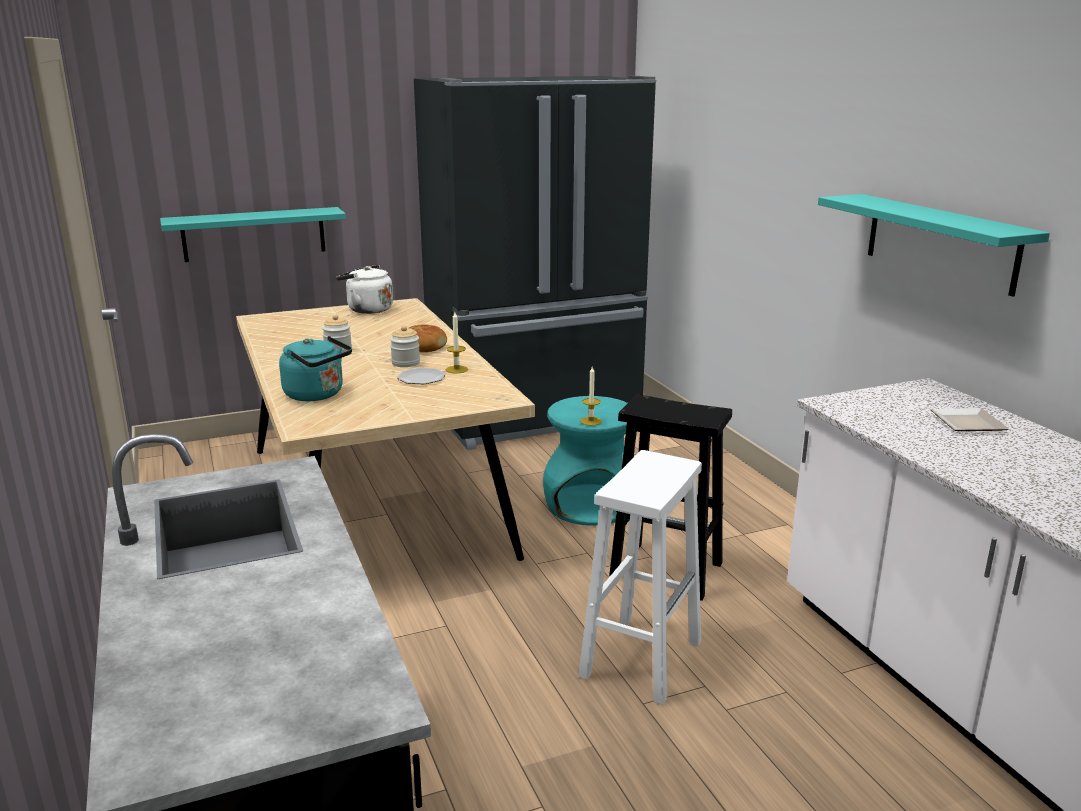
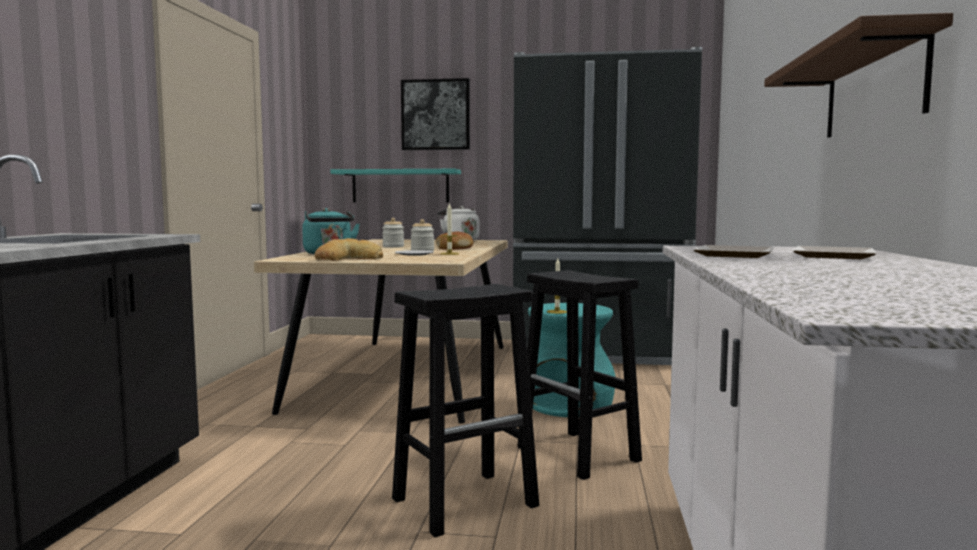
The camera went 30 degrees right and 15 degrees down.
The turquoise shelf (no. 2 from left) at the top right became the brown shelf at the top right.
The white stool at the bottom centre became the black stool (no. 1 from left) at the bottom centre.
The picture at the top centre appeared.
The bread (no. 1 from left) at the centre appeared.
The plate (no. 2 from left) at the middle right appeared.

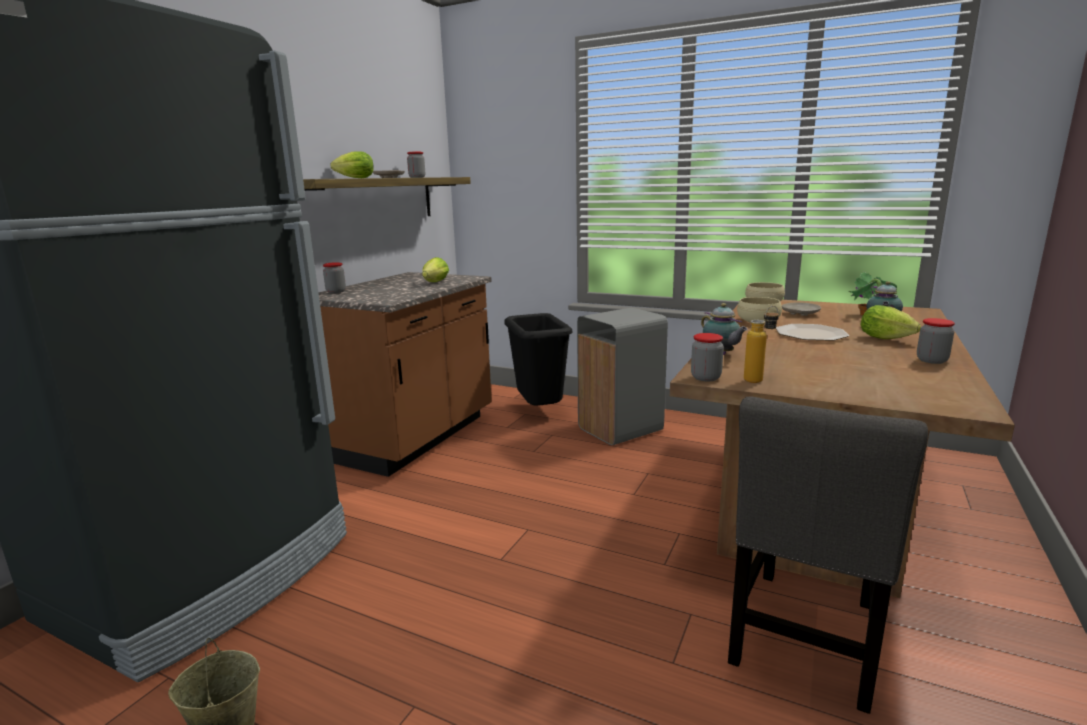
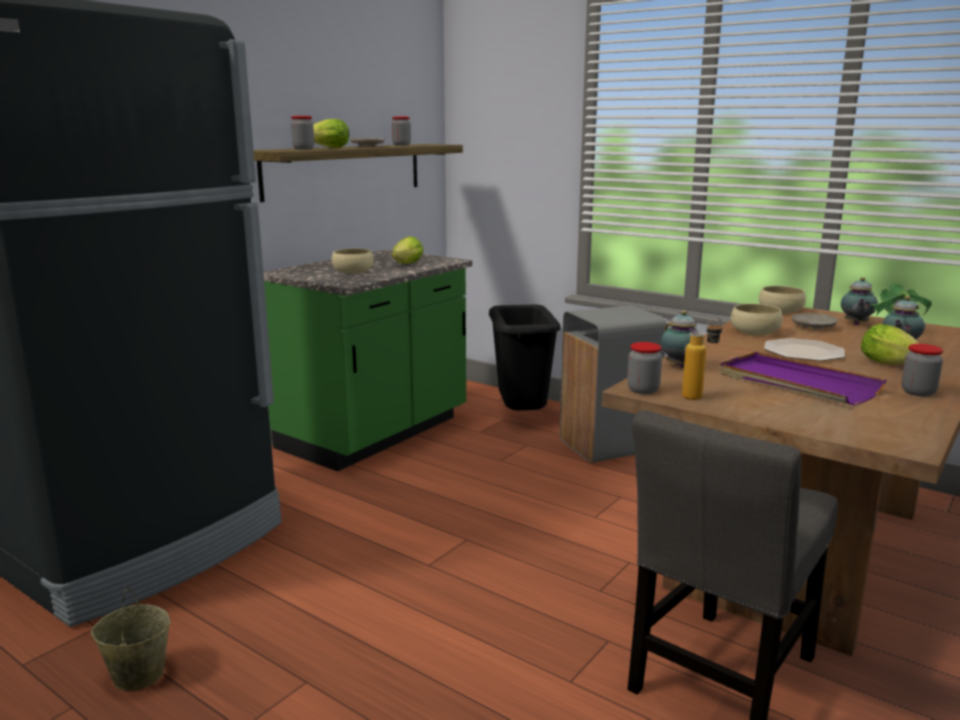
The camera went 10 degrees right and 0 degrees up.
The jar (no. 1 from left) moved from the middle left to the top left.
The brown counter at the centre became the green counter at the centre.
The beige bowl (no. 1 from left) at the centre appeared.
The teapot (no. 2 from left) at the middle right appeared.
The purple tray at the middle right appeared.

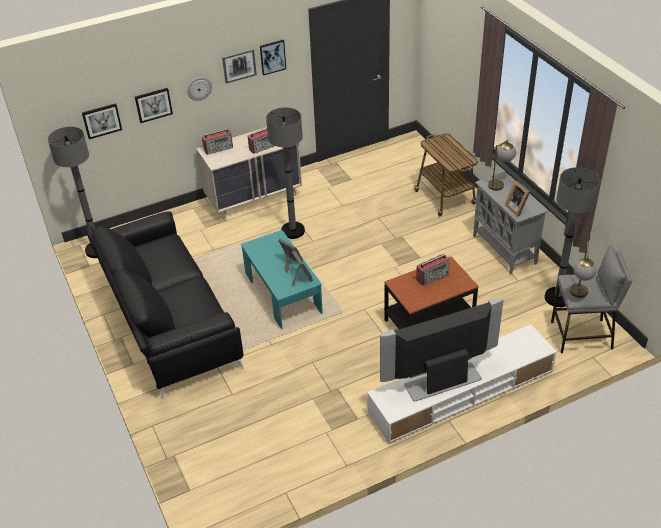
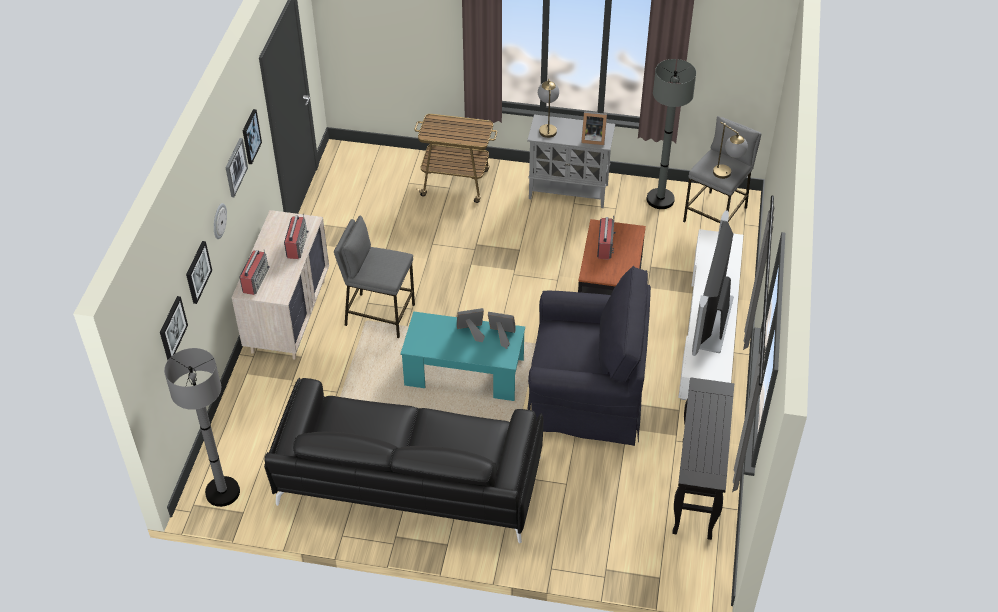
The camera went 55 degrees left and 5 degrees up.
The grey floor lamp (no. 2 from left) at the top centre was replaced by the grey stool (no. 1 from left) at the centre.
The black armchair at the centre appeared.
The black console table at the bottom right appeared.

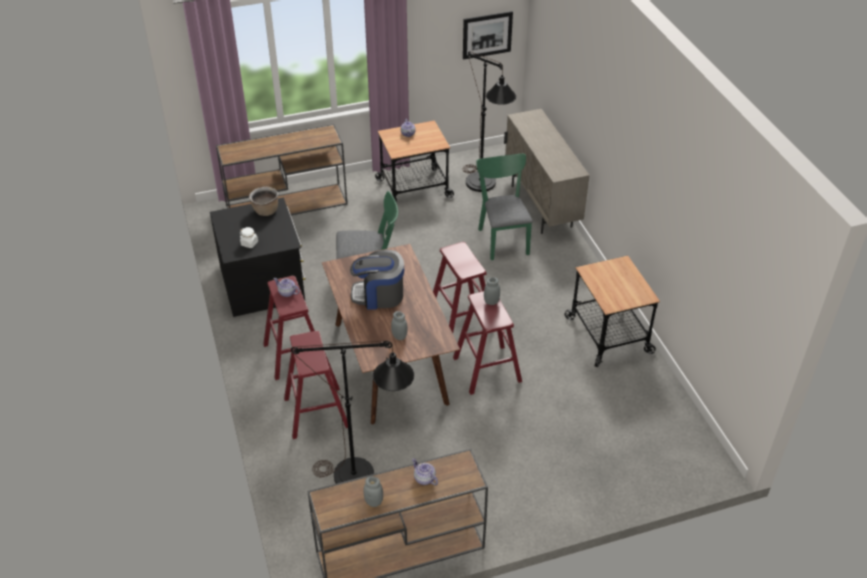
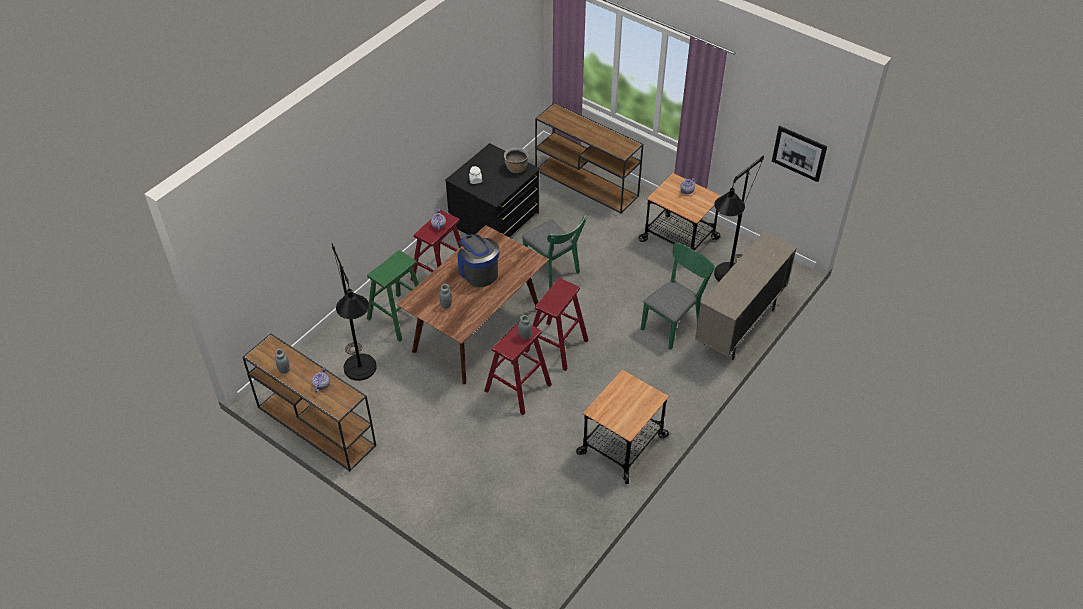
The camera went 55 degrees right and 5 degrees up.
The red stool (no. 2 from left) at the centre became the green stool at the centre.

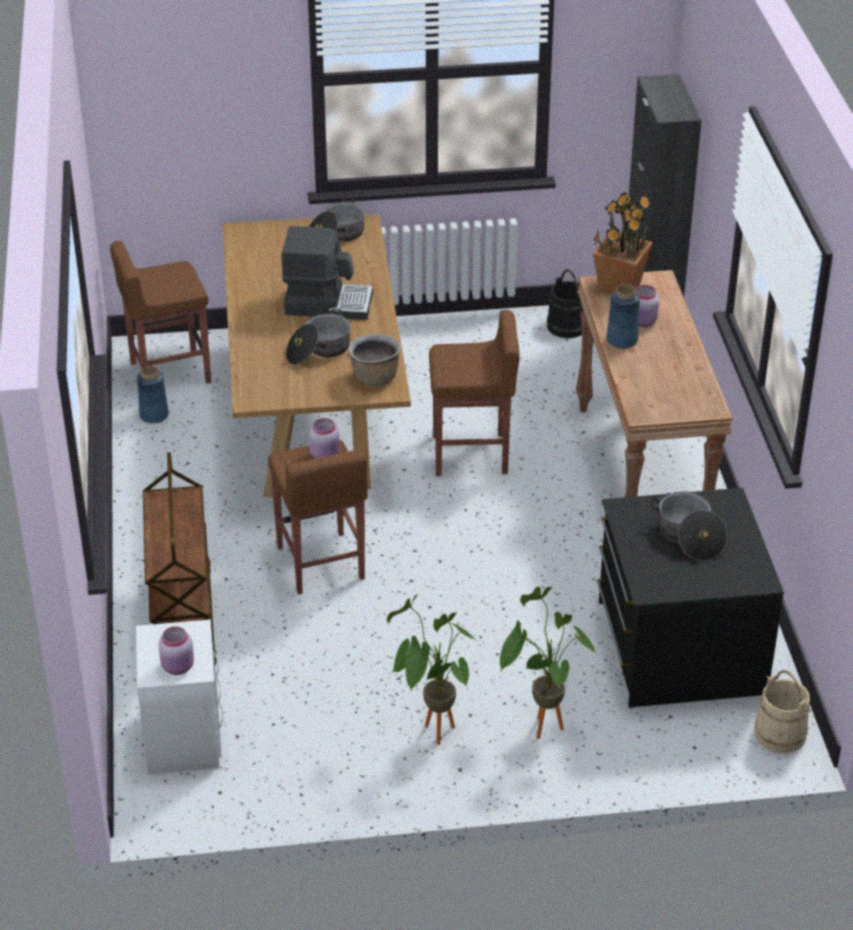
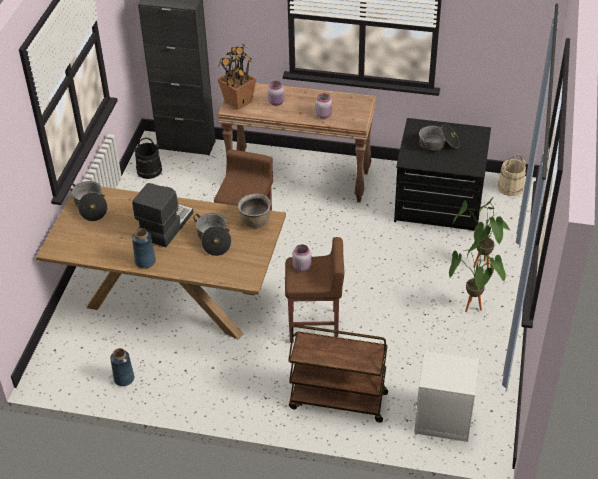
The camera went 70 degrees left and 5 degrees up.
The brown stool (no. 1 from left) at the middle left disappeared.
The blue vase (no. 2 from left) moved from the middle right to the middle left.
The pink jar (no. 1 from left in the first image) moved from the bottom left to the top centre.

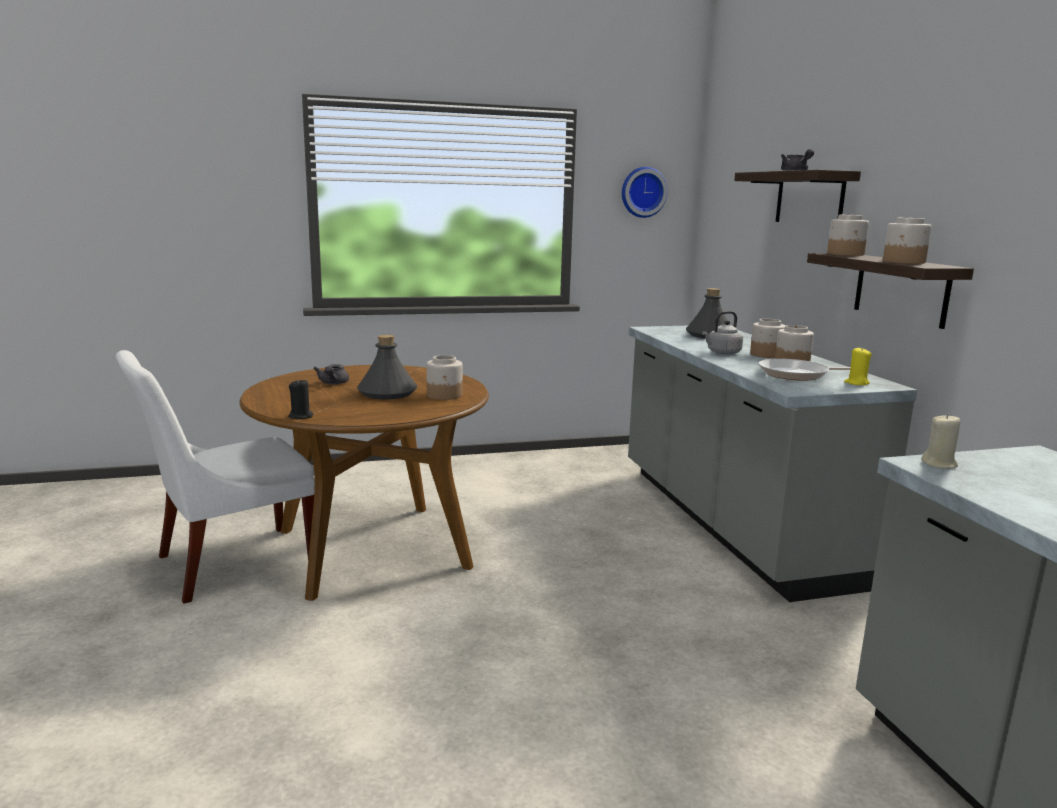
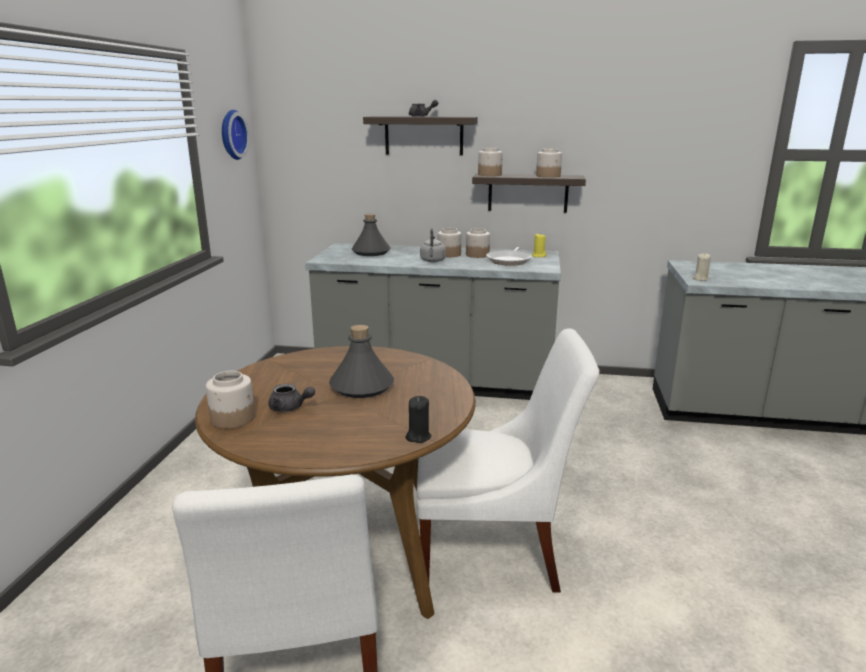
The camera went 65 degrees left and 5 degrees up.
The jar (no. 1 from left) moved from the centre to the middle left.
The white chair (no. 2 from left) at the bottom centre appeared.

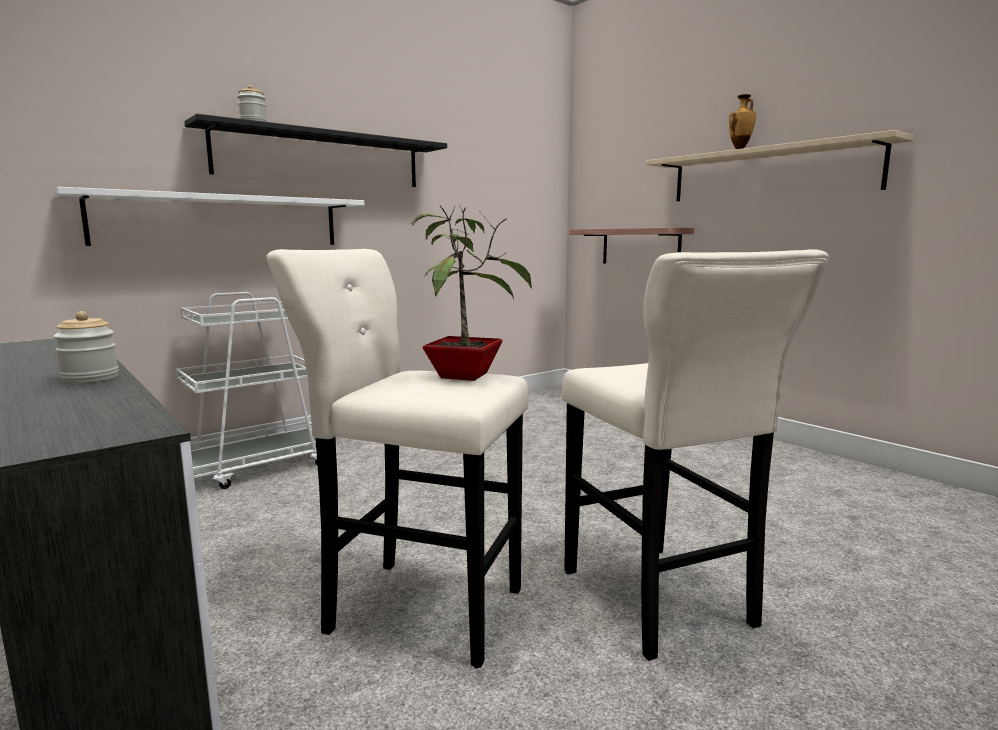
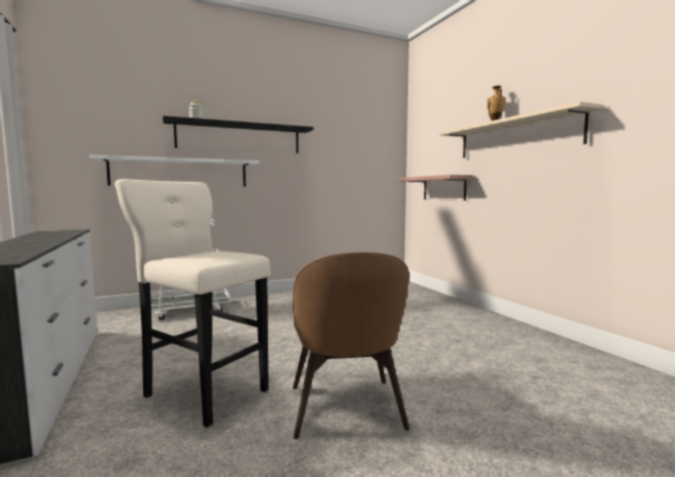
The camera went 15 degrees right and 5 degrees down.
The potted plant at the centre disappeared.
The beige stool (no. 2 from left) at the middle right was replaced by the brown chair at the bottom centre.
The jar (no. 1 from left) at the middle left disappeared.

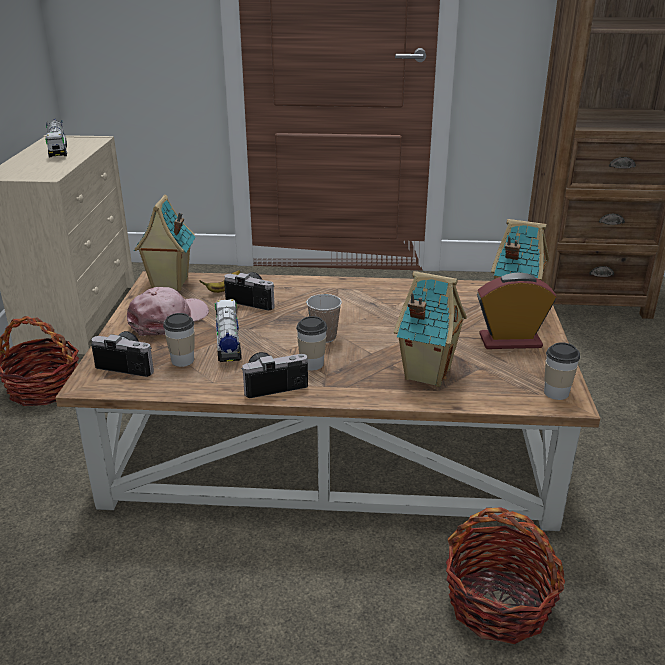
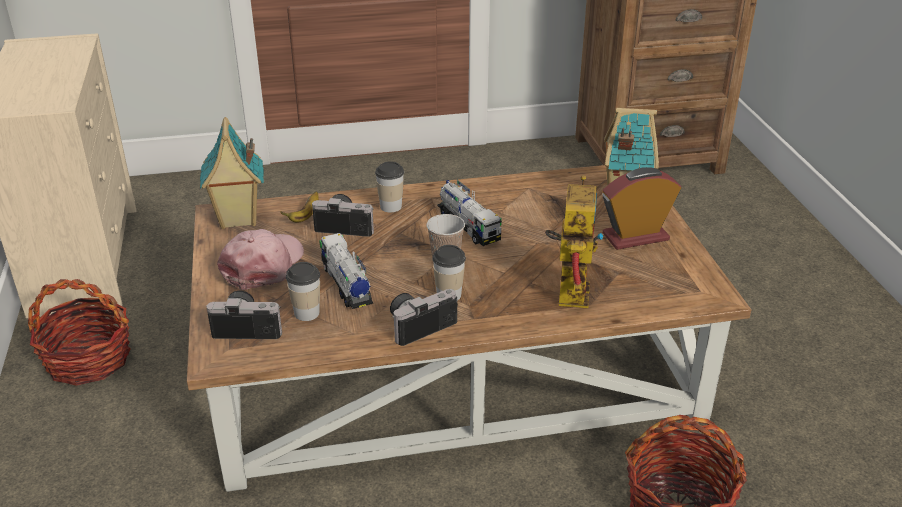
The camera went 15 degrees left and 5 degrees up.
The toy truck (no. 1 from left in the first image) moved from the top left to the centre.
The toy house (no. 2 from left) at the centre was replaced by the toy robot at the centre.
The cup (no. 4 from left in the first image) moved from the middle right to the centre.

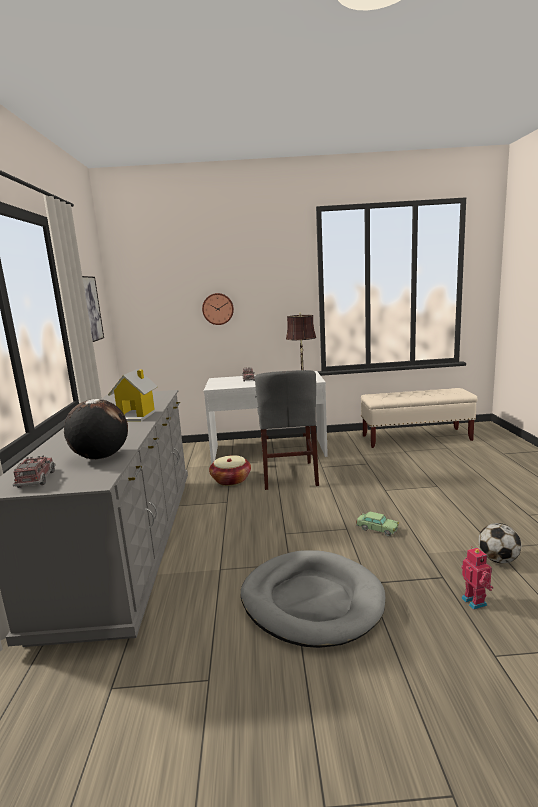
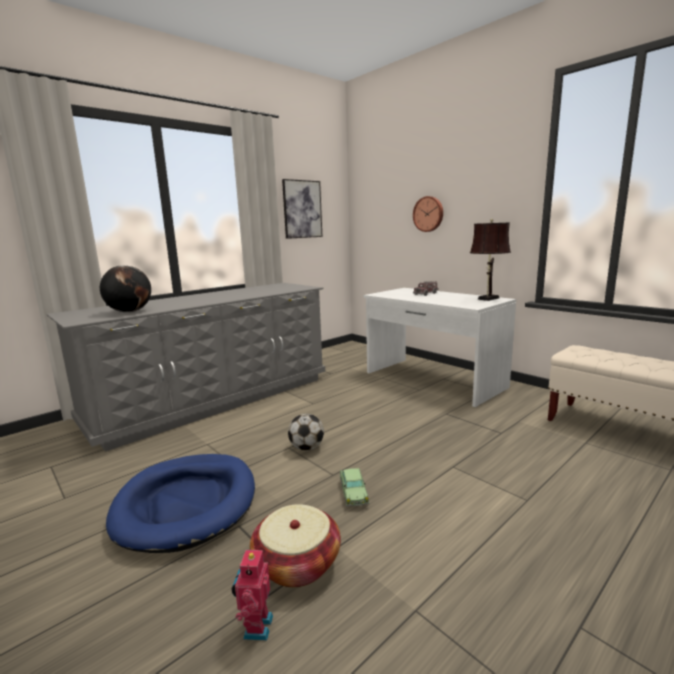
The camera went 50 degrees right and 0 degrees up.
The toy house at the middle left disappeared.
The grey chair at the centre disappeared.
The toy truck (no. 1 from left) at the middle left disappeared.
The basket moved from the centre to the bottom centre.
The football moved from the bottom right to the centre.
The toy robot at the bottom right turned 150 degrees clockwise.
The grey dog bed at the bottom centre became the blue dog bed at the bottom left.

